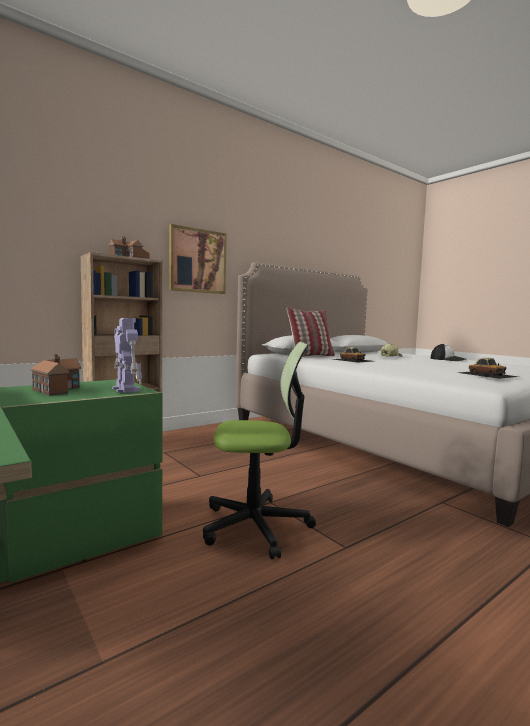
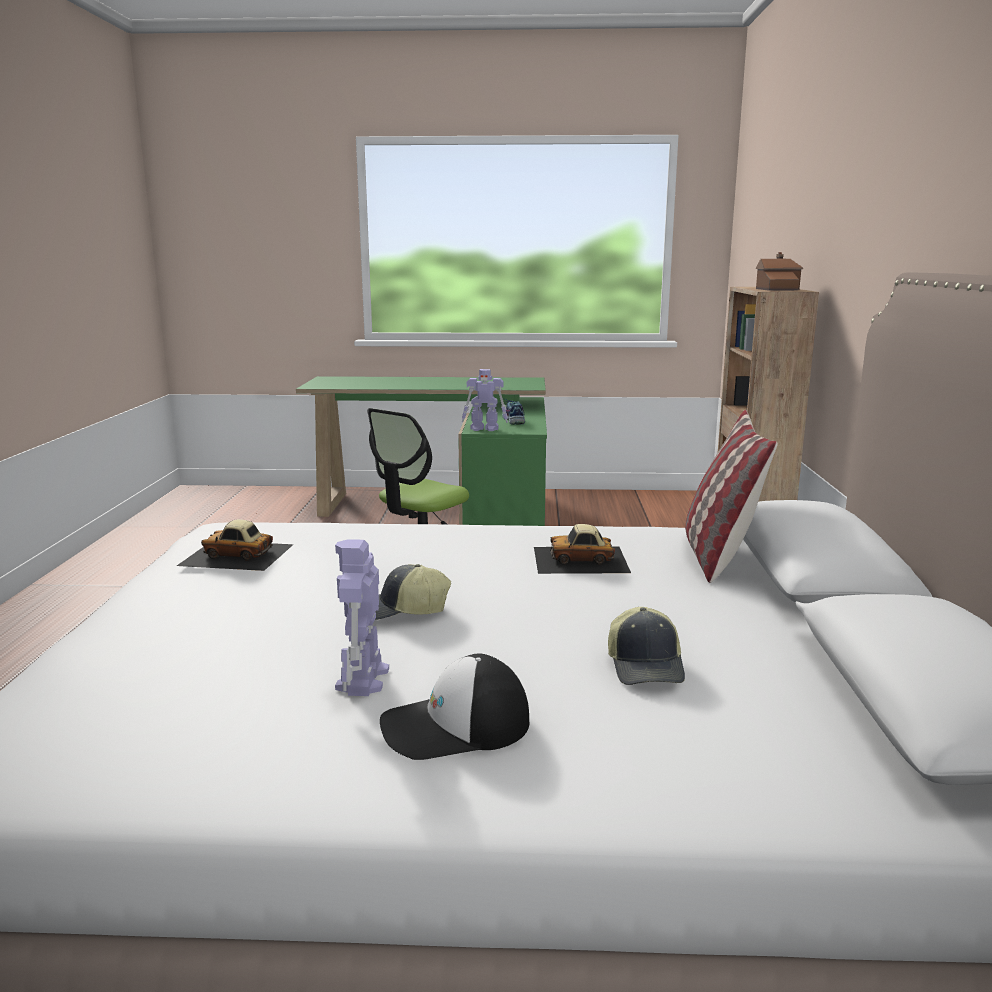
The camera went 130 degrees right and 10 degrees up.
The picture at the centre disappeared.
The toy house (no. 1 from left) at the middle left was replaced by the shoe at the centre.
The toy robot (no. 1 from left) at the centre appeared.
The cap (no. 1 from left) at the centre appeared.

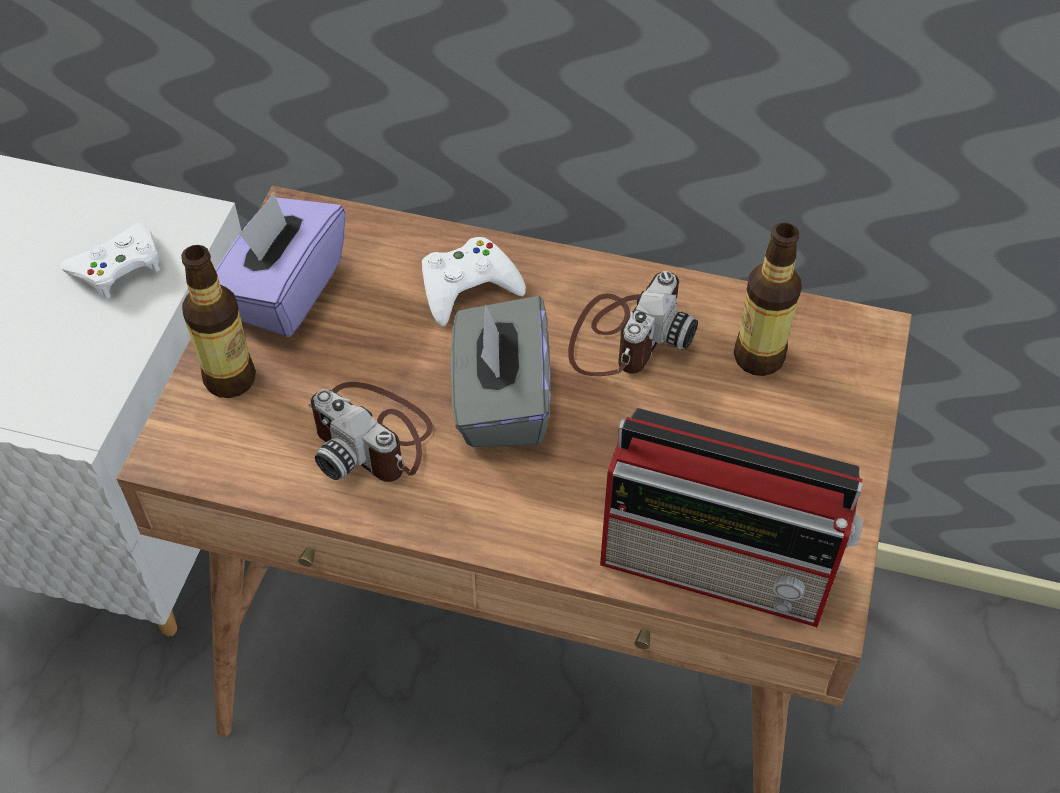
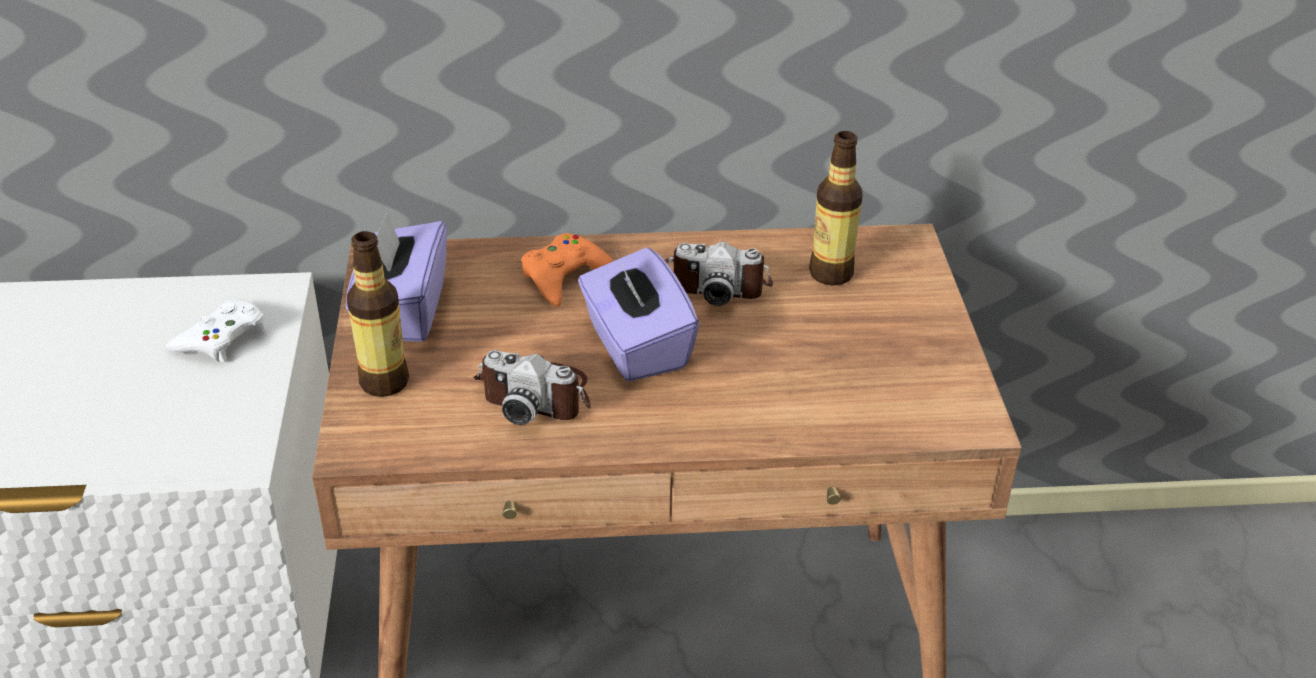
The camera went 20 degrees left and 15 degrees down.
The white game controller (no. 2 from left) at the centre became the orange game controller at the centre.
The photo camera (no. 2 from left) at the centre turned 90 degrees clockwise.
The grey tissue box at the centre became the purple tissue box (no. 2 from left) at the centre.
The radio at the middle right disappeared.

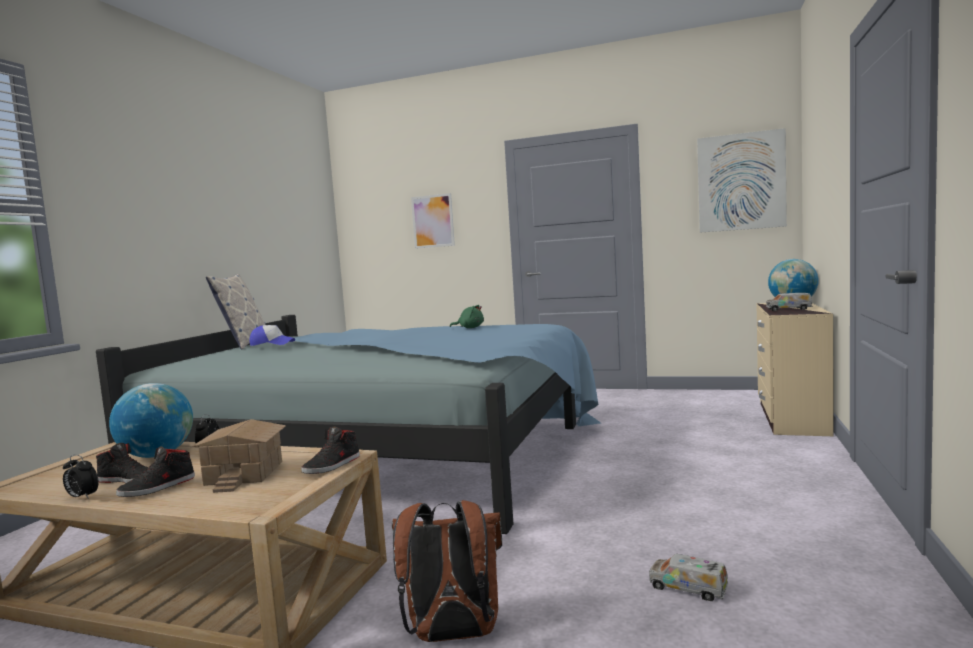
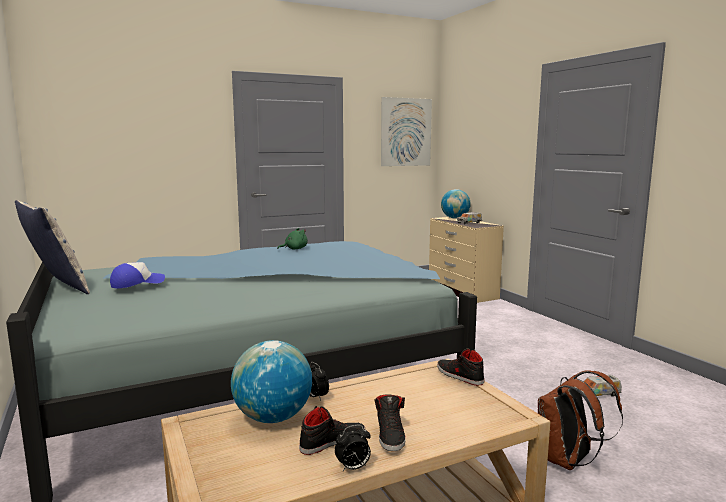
The camera went 45 degrees left and 5 degrees up.
The picture (no. 1 from left) at the centre disappeared.
The toy house at the bottom left disappeared.
The black shoe (no. 3 from left) at the bottom centre turned 150 degrees clockwise.

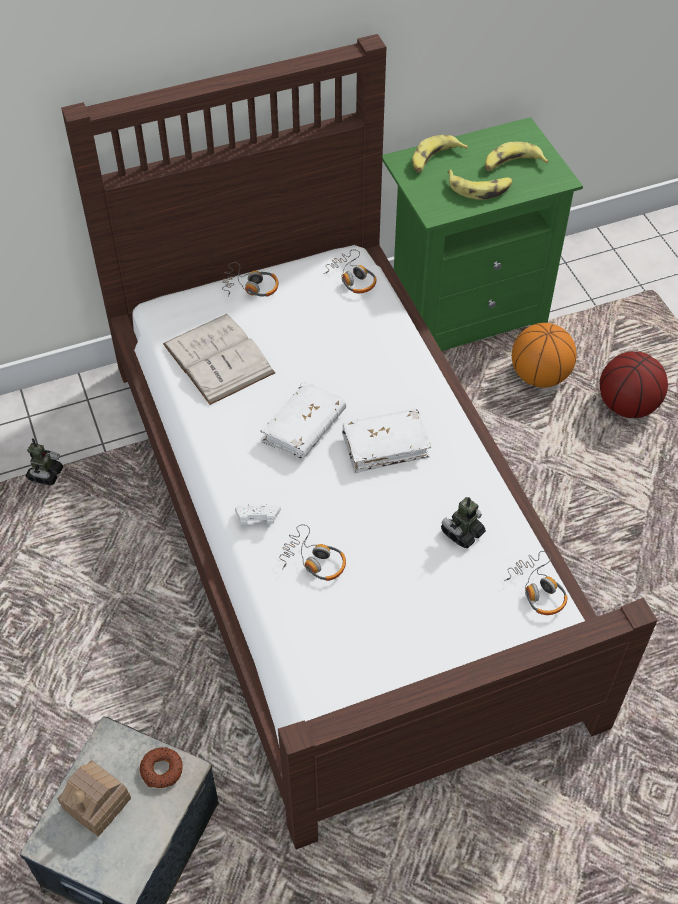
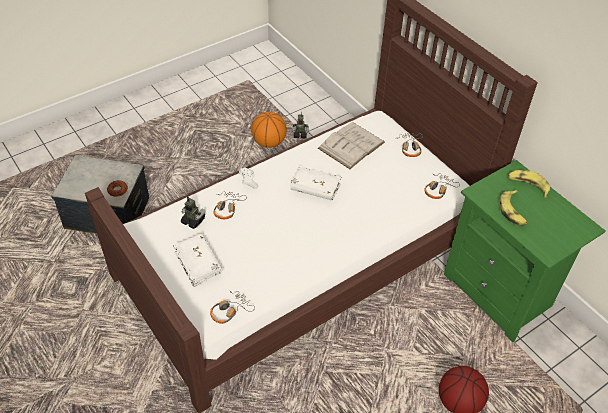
The camera went 75 degrees right and 5 degrees down.
The banana (no. 3 from left) at the top right disappeared.
The basketball (no. 1 from left) moved from the middle right to the top centre.
The white book (no. 3 from left in the first image) moved from the centre to the middle left.
The toy robot (no. 2 from left in the first image) moved from the middle right to the middle left.
The toy house at the bottom left disappeared.

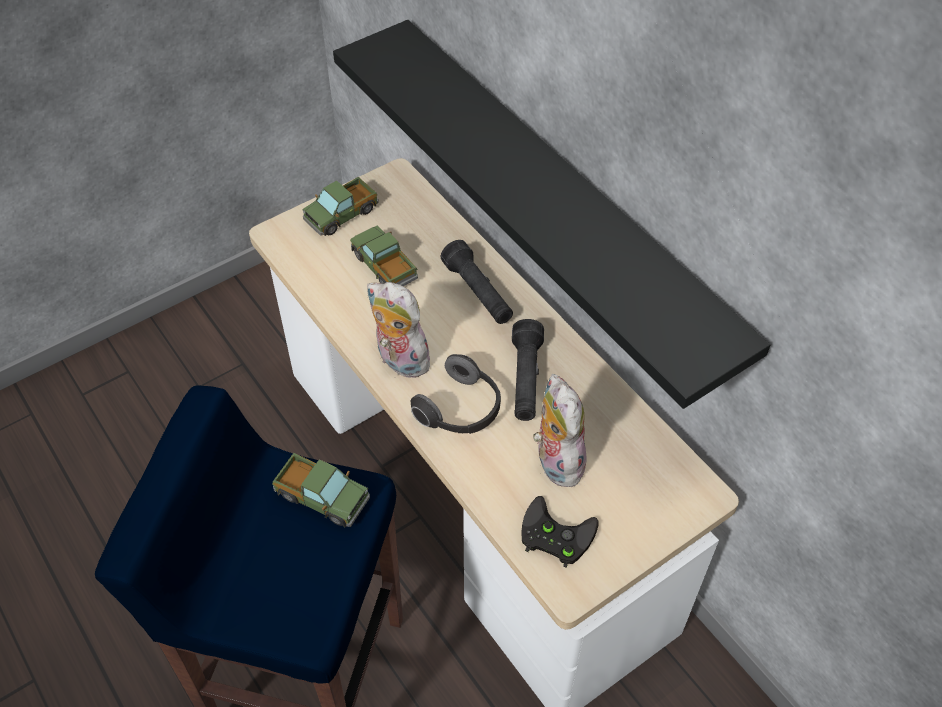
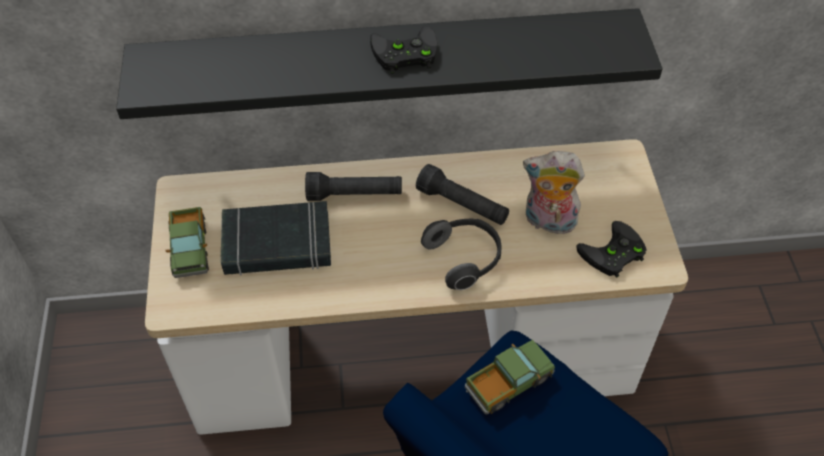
The camera went 60 degrees left and 0 degrees up.
The toy truck (no. 3 from left) at the centre was replaced by the black book at the centre.
The plush toy (no. 1 from left) at the centre disappeared.
The black game controller (no. 1 from left) at the top centre appeared.

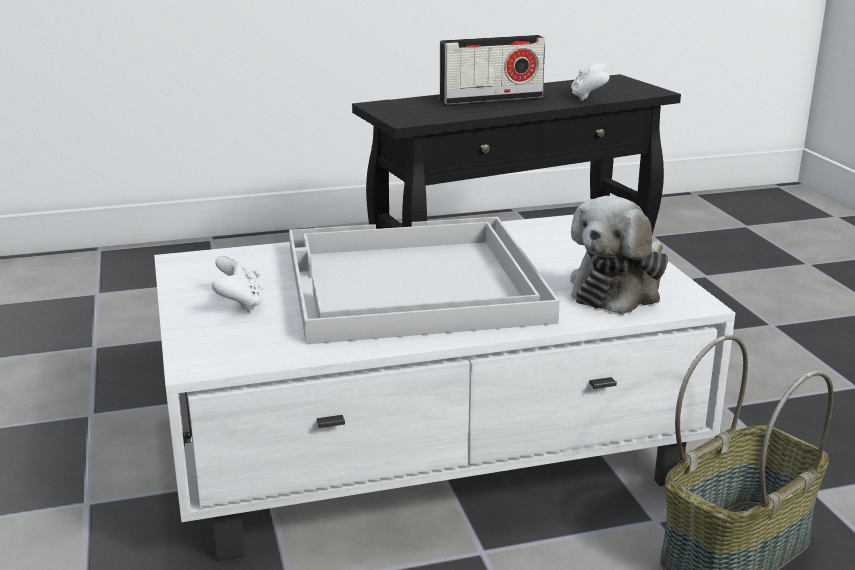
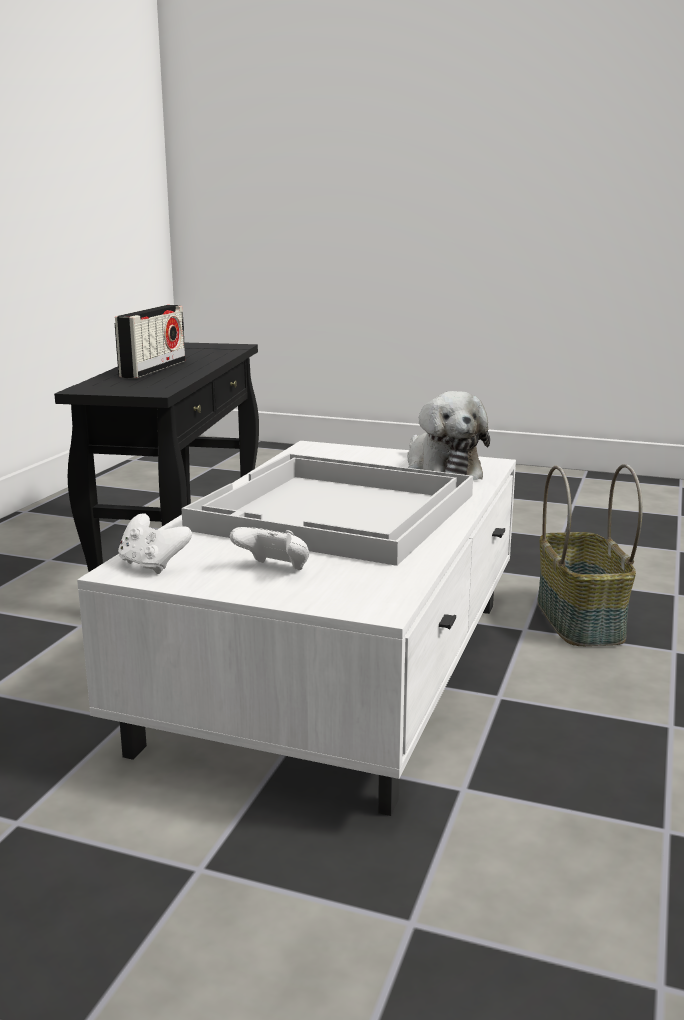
The camera went 55 degrees left and 5 degrees down.
The white game controller (no. 2 from left in the first image) moved from the top right to the middle left.

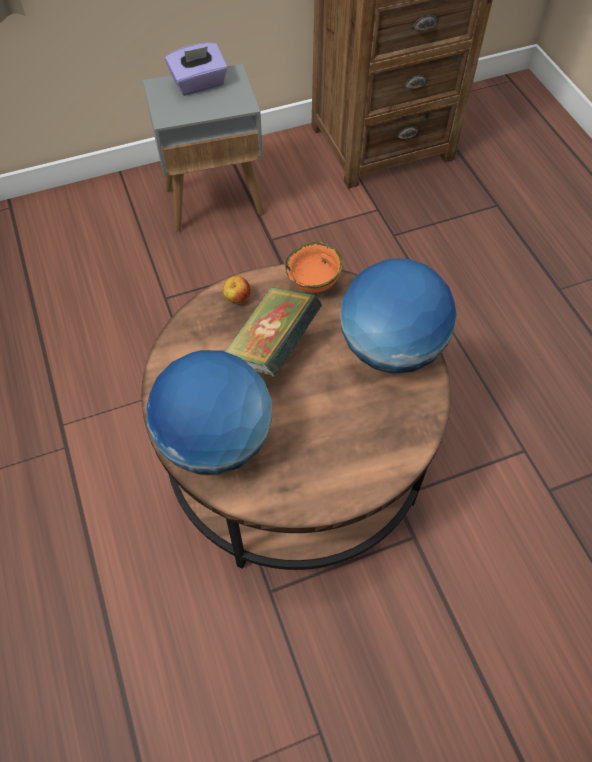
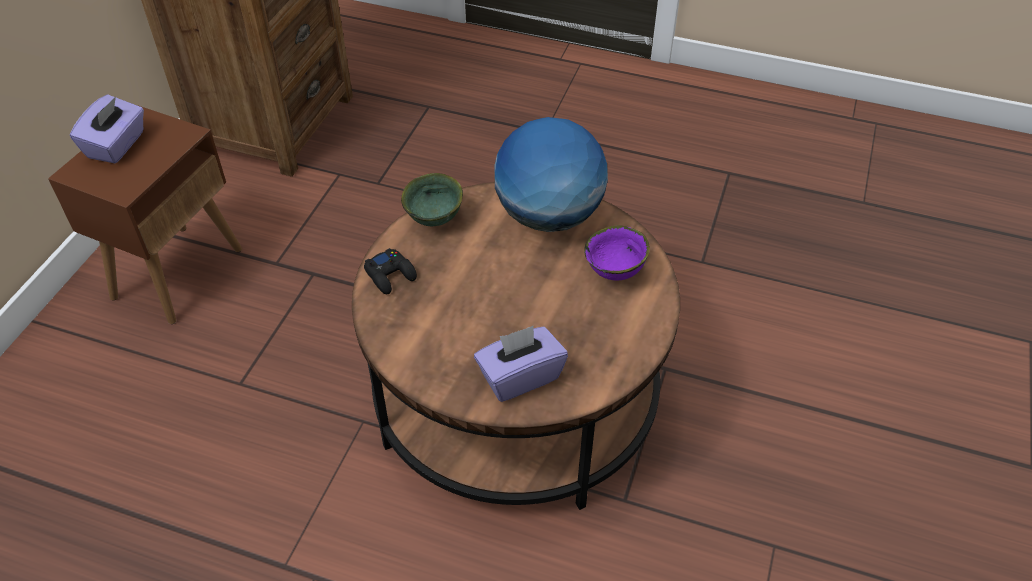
The camera went 50 degrees left and 10 degrees down.
The grey side table at the top centre became the brown side table at the middle left.
The orange bowl at the centre became the green bowl at the centre.
The apple at the centre was replaced by the black game controller at the centre.
The book at the centre disappeared.
The globe (no. 1 from left) at the centre was replaced by the purple tissue box (no. 2 from left) at the centre.
The purple bowl at the centre appeared.

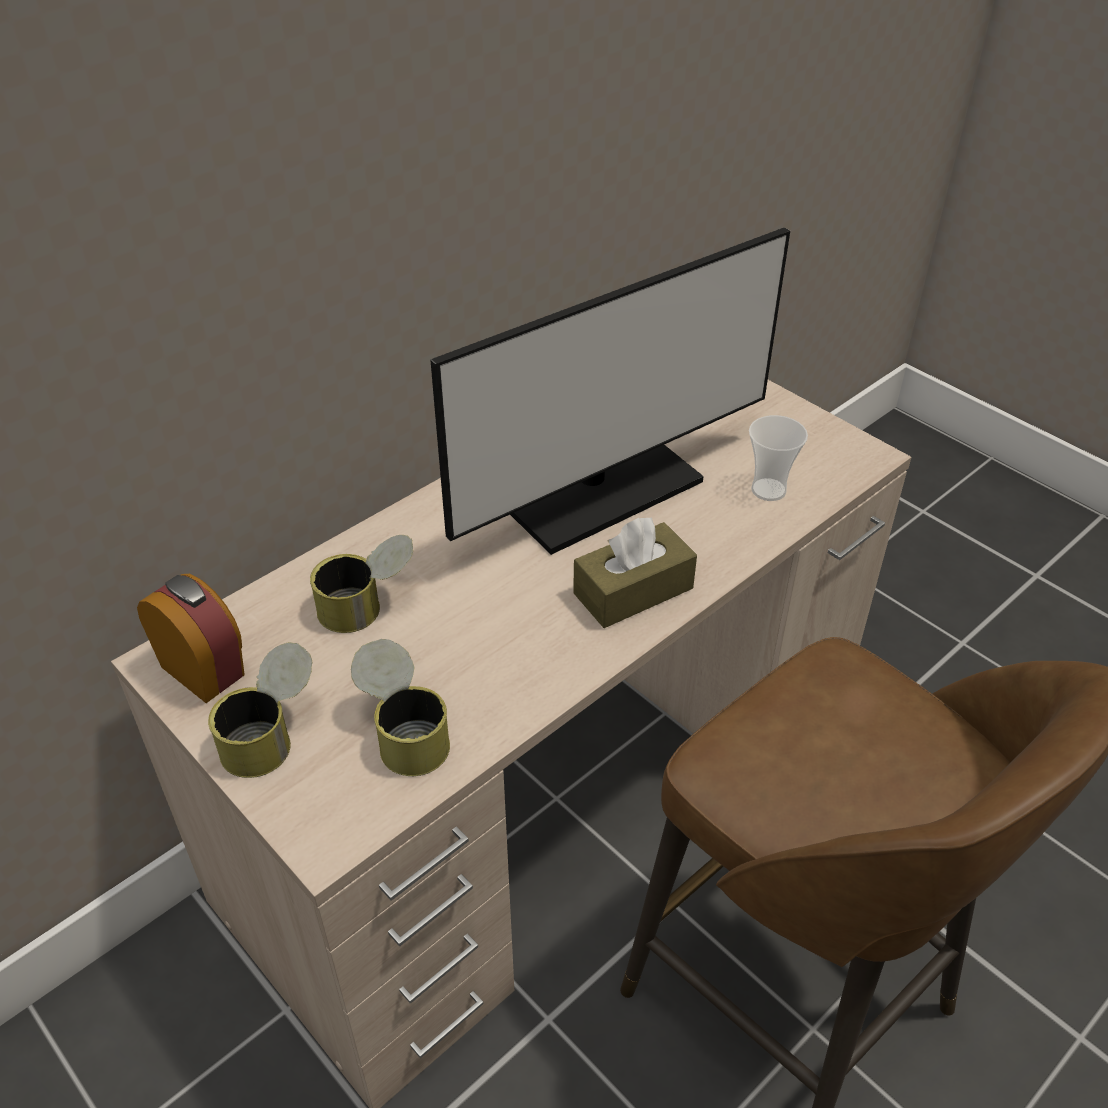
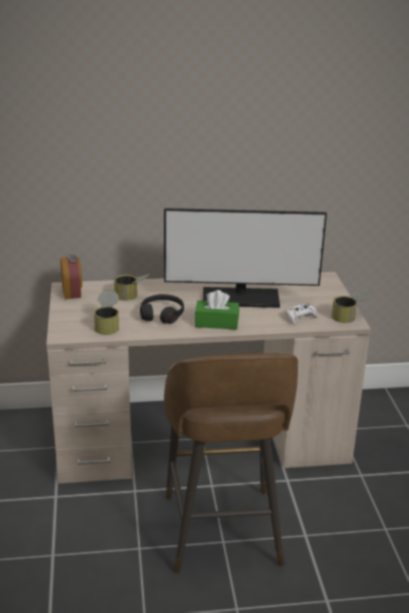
The camera went 35 degrees right and 15 degrees down.
The cup at the middle right was replaced by the white game controller at the middle right.
The brown tissue box at the centre became the green tissue box at the centre.
The can (no. 1 from left in the first image) moved from the middle left to the middle right.
The black headphones at the centre appeared.

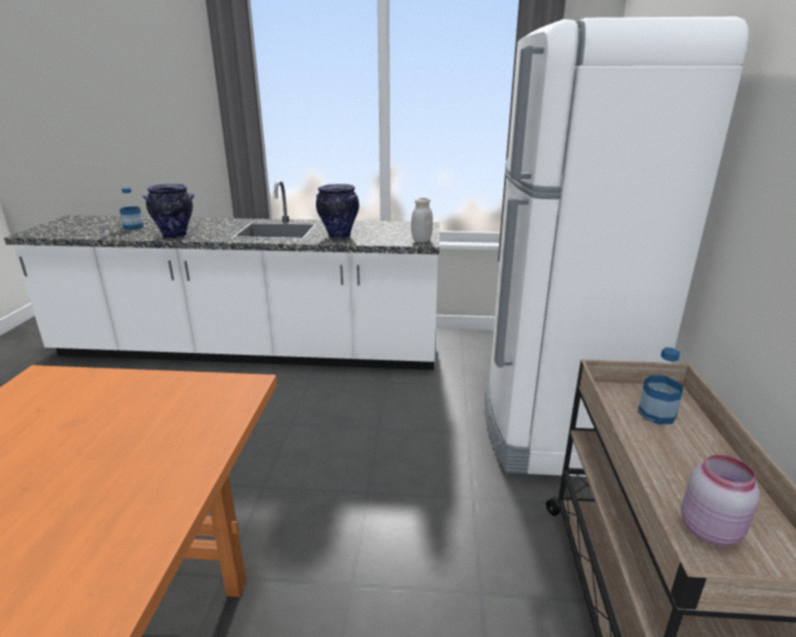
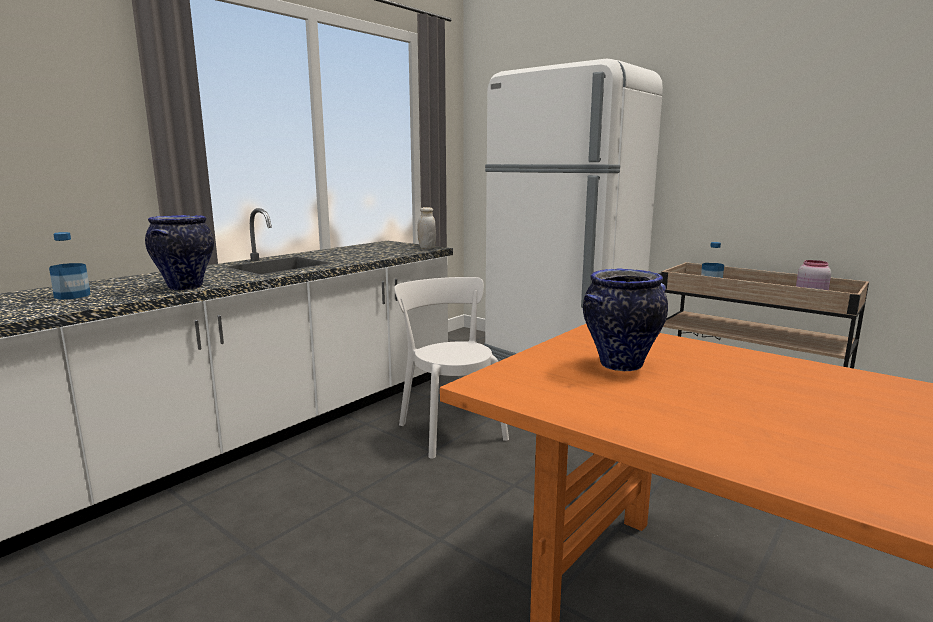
The camera went 55 degrees left and 10 degrees down.
The vase (no. 2 from left) moved from the top centre to the middle right.
The white chair at the centre appeared.

